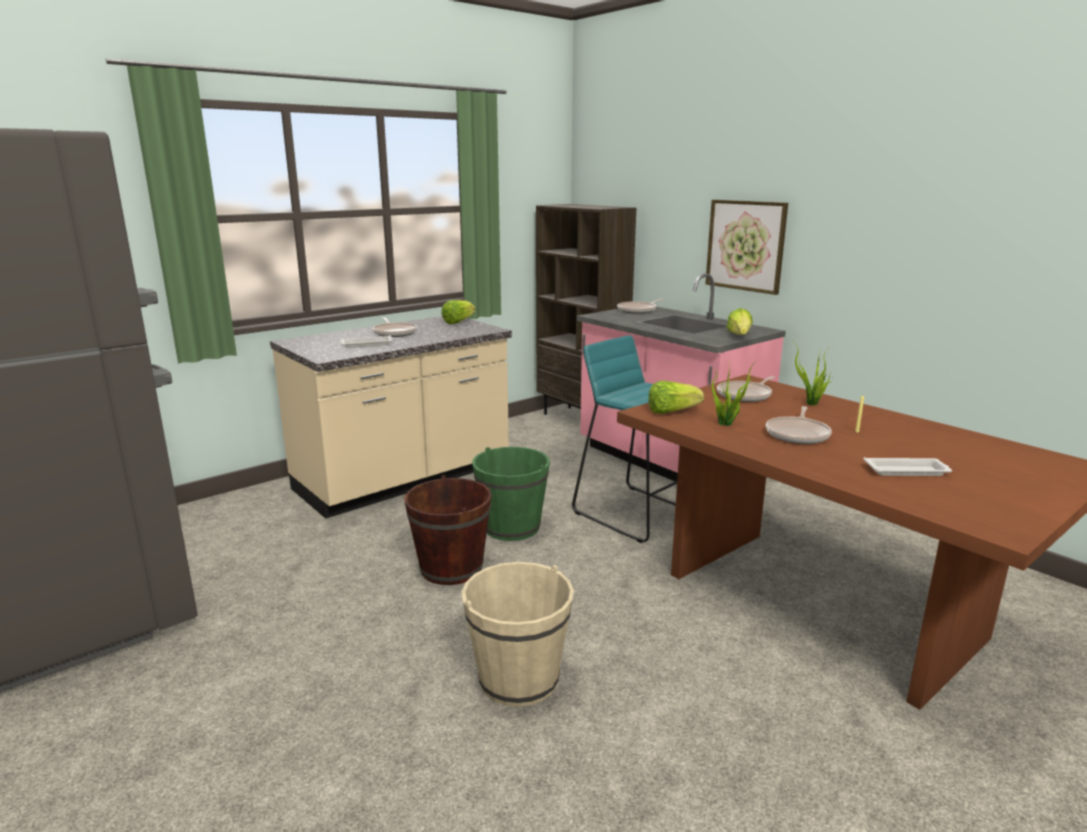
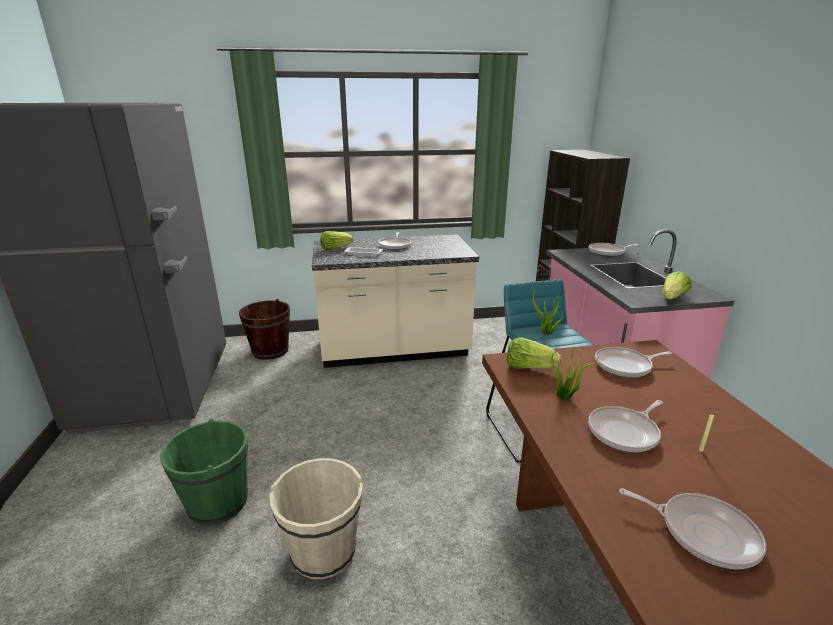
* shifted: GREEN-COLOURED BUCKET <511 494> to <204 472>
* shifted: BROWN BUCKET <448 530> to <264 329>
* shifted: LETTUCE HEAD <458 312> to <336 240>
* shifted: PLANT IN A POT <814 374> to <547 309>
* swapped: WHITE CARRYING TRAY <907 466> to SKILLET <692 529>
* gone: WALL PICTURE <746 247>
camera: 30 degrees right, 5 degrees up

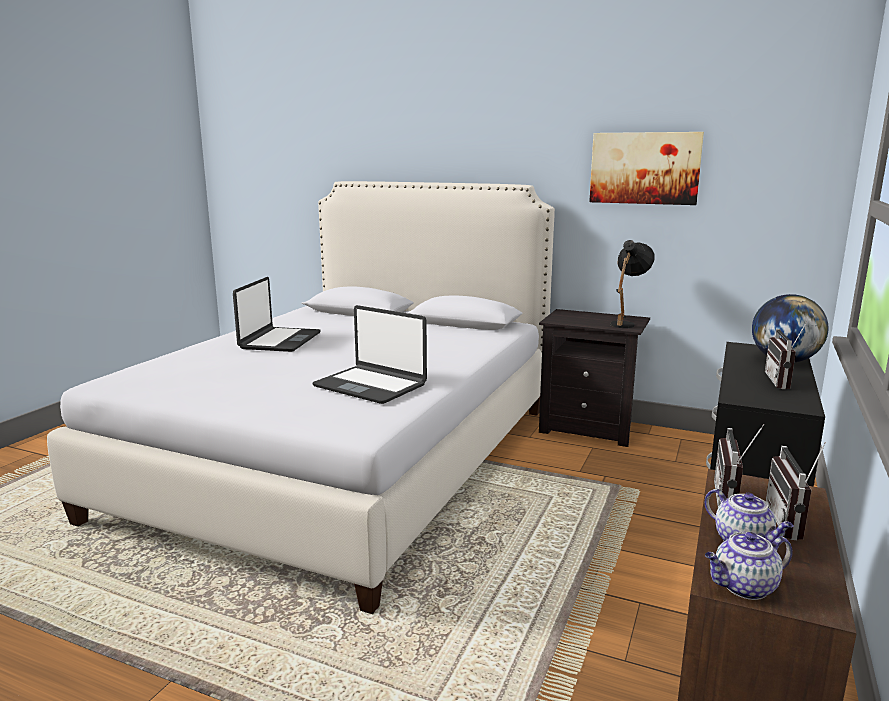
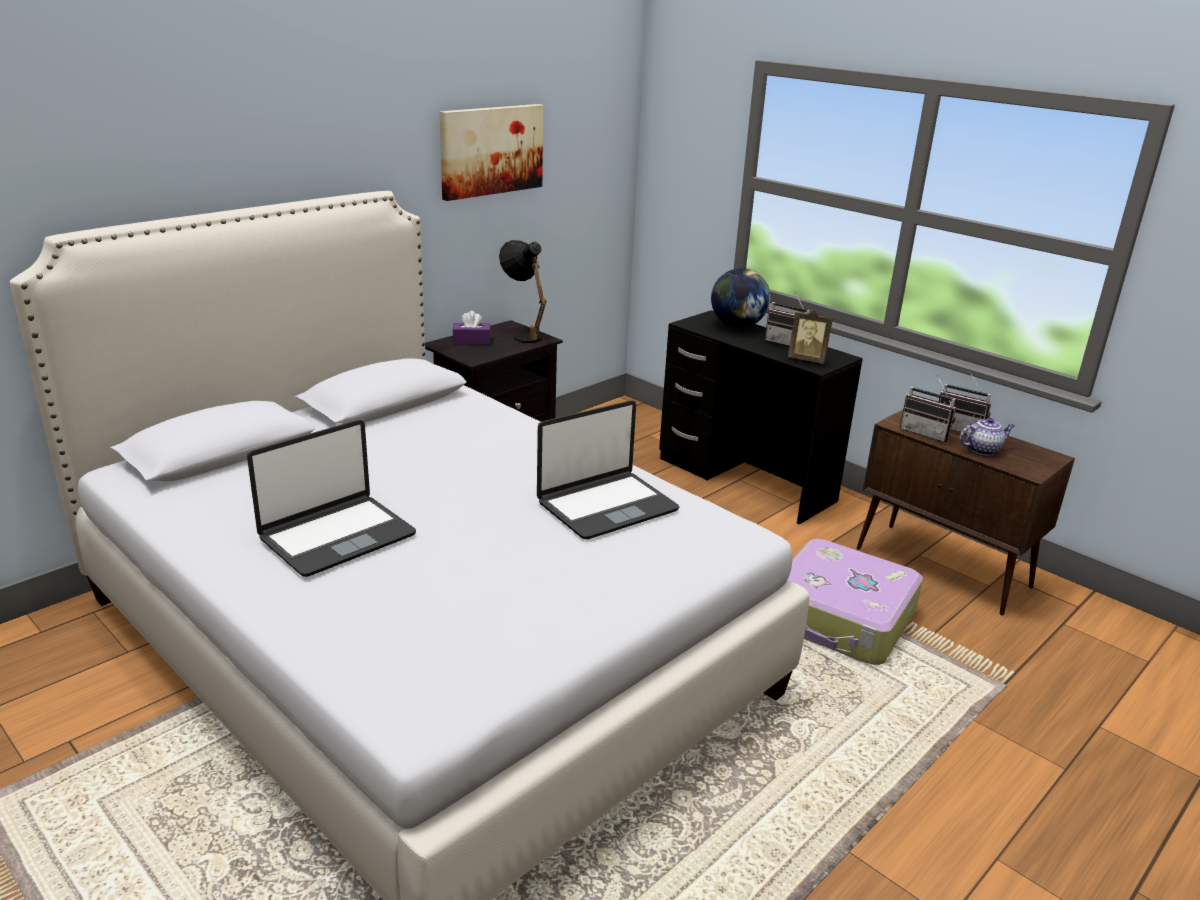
* rotated: NOTEBOOK COMPUTER <277 314> = <331 498> 105 degrees clockwise
* new: PURPLISH TISSUE BOX <472 328>
* new: PIECE OF LUGGAGE <855 602>
* new: PHOTO FRAME <810 337>
* gone: TEAPOT <748 566>
camera: 70 degrees left, 10 degrees up

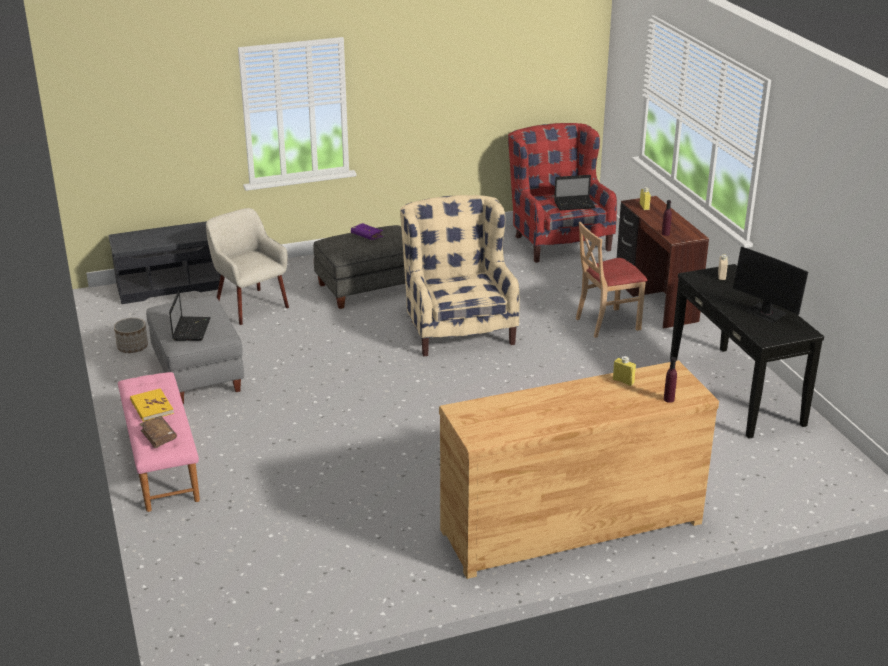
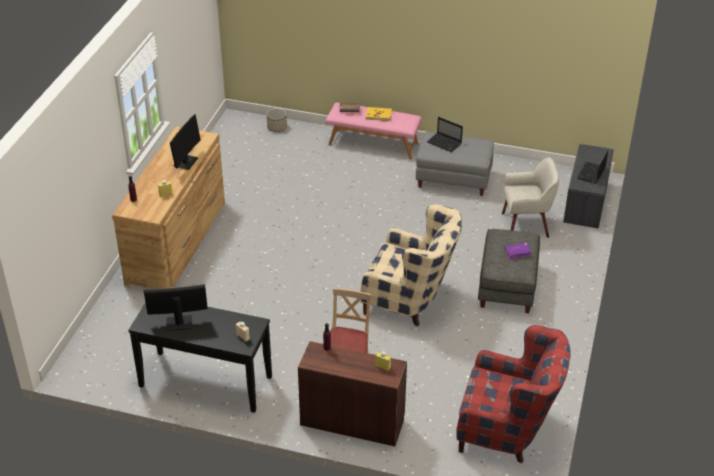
* new: MONITOR <185 142>
* shifted: PLANT POT <131 335> to <276 120>
* shifted: NOTEBOOK COMPUTER <575 193> to <592 167>
camera: 125 degrees right, 10 degrees up

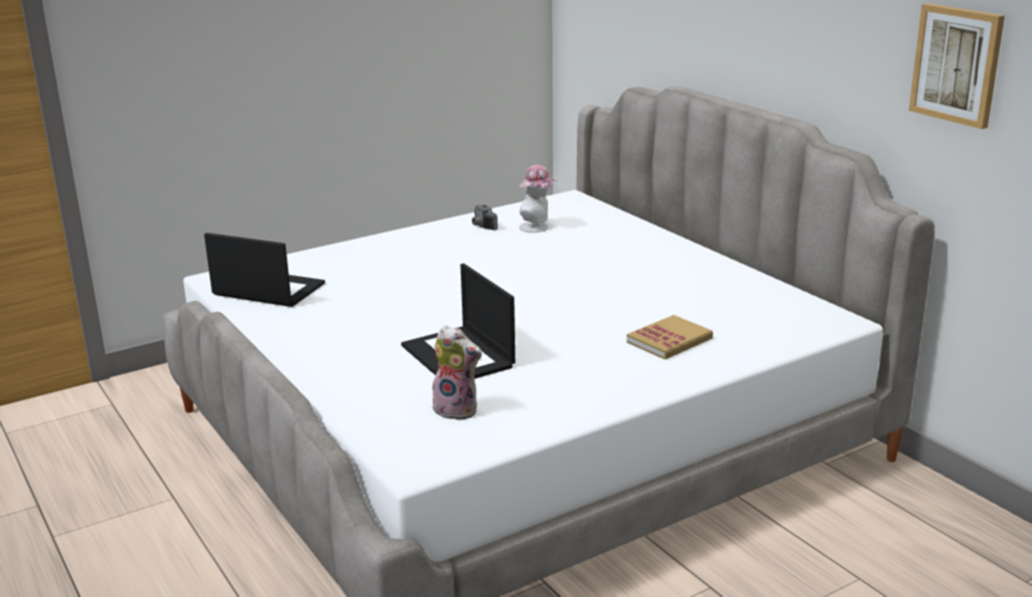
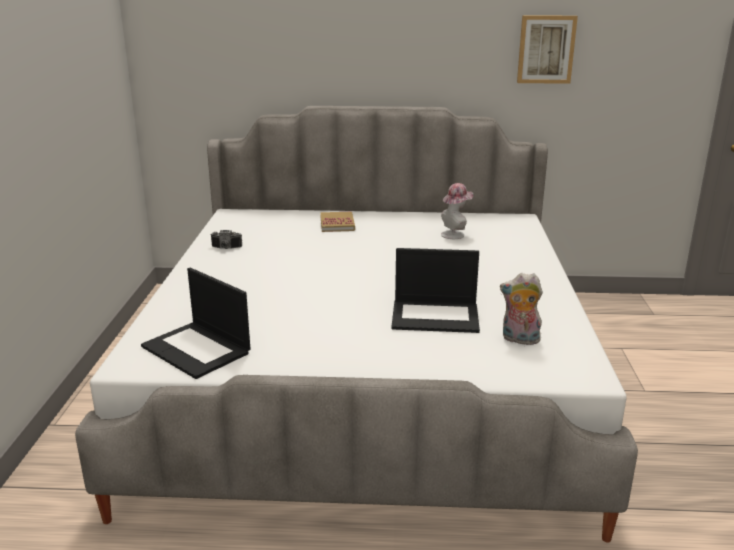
* rotated: NOTEBOOK COMPUTER <264 270> = <195 323> 105 degrees counterclockwise
* shifted: VOLUME <670 337> to <337 222>
* shifted: HAT <538 199> to <457 211>
* rotated: SOFT TOY <456 373> = <521 309> 135 degrees counterclockwise
camera: 55 degrees left, 0 degrees up

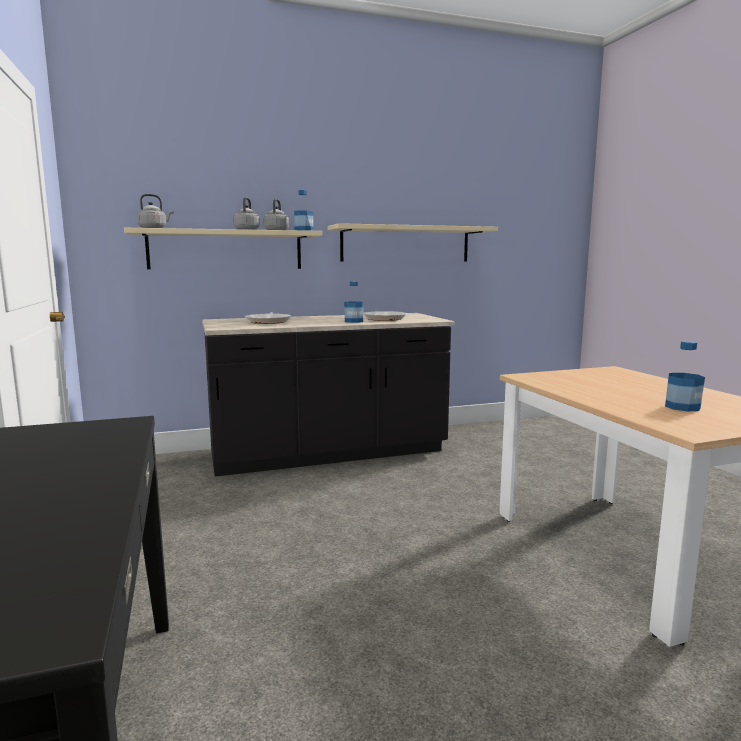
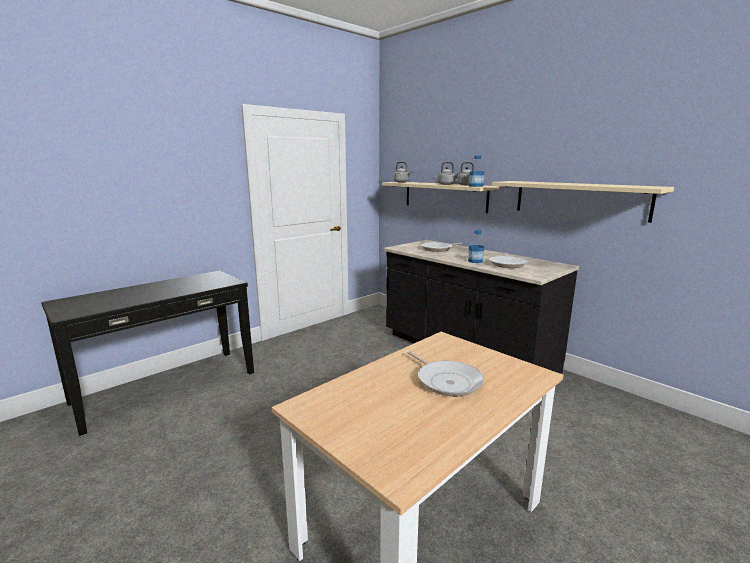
* new: SKILLET <445 374>
* gone: BOTTLE <685 376>
camera: 65 degrees right, 5 degrees up

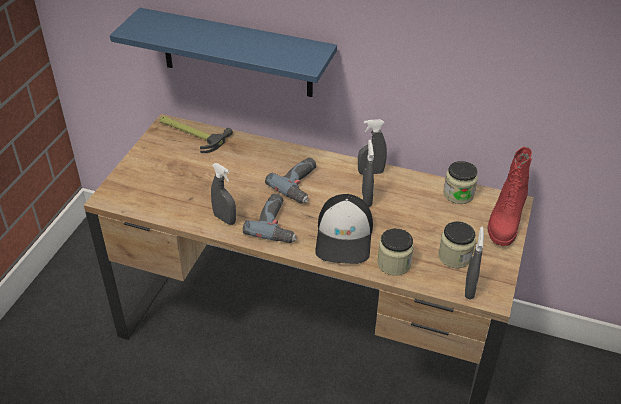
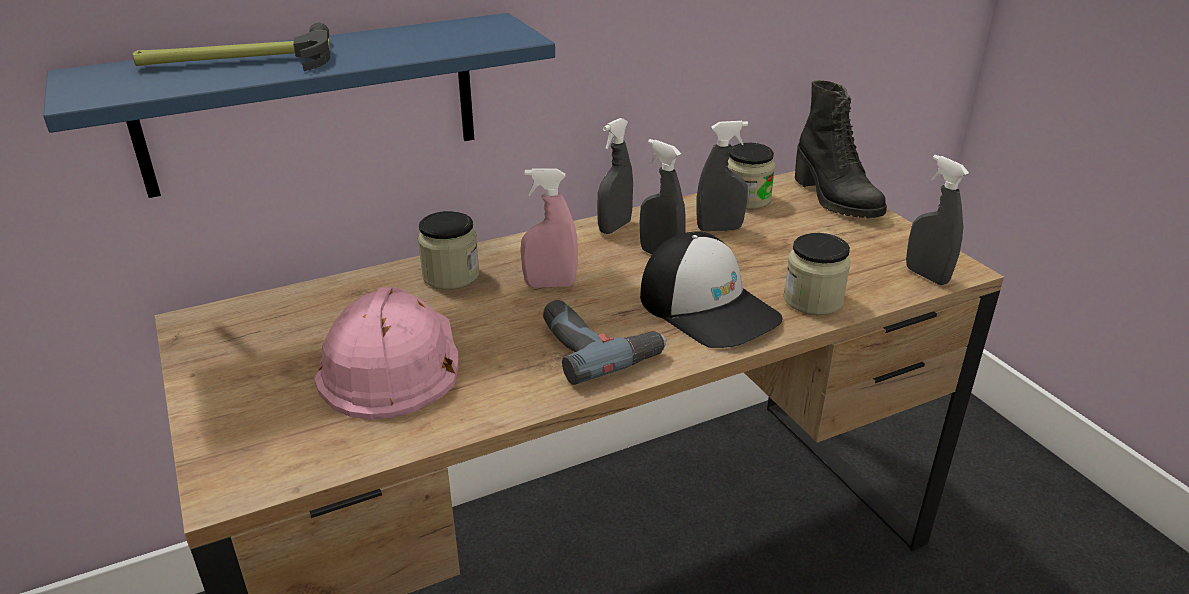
* shifted: HAND HAMMER <196 134> to <231 47>
* new: PINK-COLOURED WORK HELMET <386 353>
* shifted: PRESERVE JAR <457 244> to <448 250>
* swapped: ELECTRIC DRILL <290 180> to PINK-COLOURED SPRAYER <549 228>
* shifted: GREY SPRAYER <223 194> to <722 176>
* repainted: RED BOOT <509 196> to BLACK-COLOURED BOOT <841 149>
camera: 45 degrees left, 10 degrees down

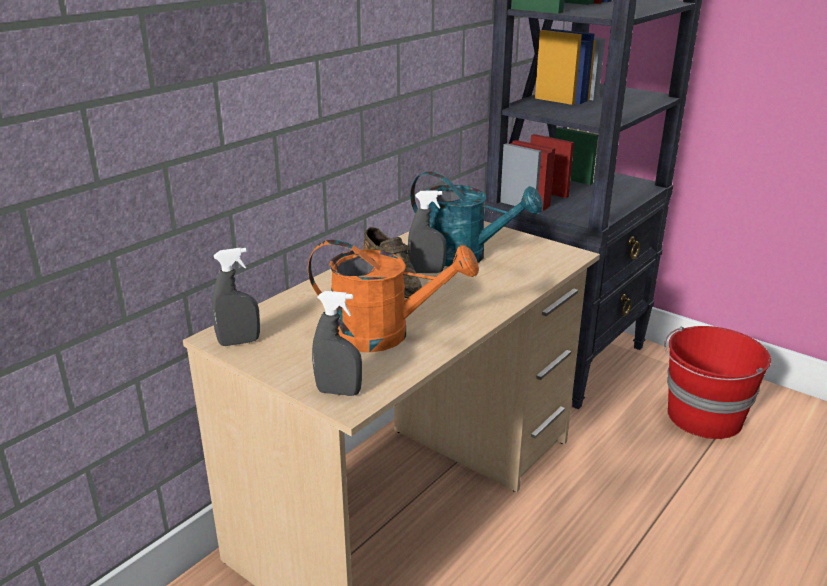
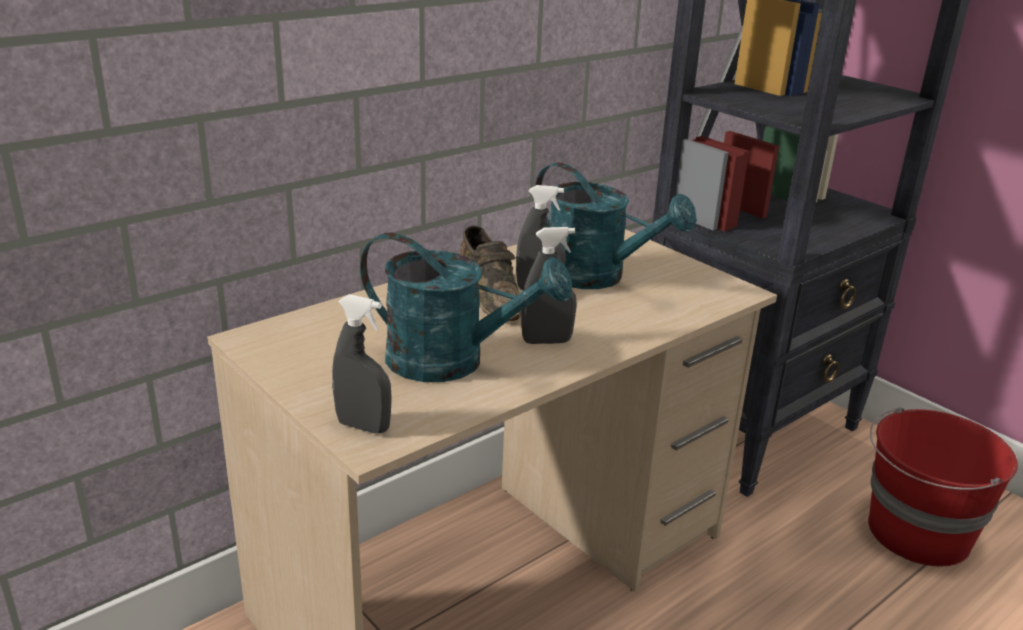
* repainted: ORANGE-COLOURED SPRINKLING CAN <393 296> to BLUE-GREEN SPRINKLING CAN <466 307>
* shifted: GREY SPRAYER <236 297> to <549 285>
camera: 10 degrees right, 0 degrees up

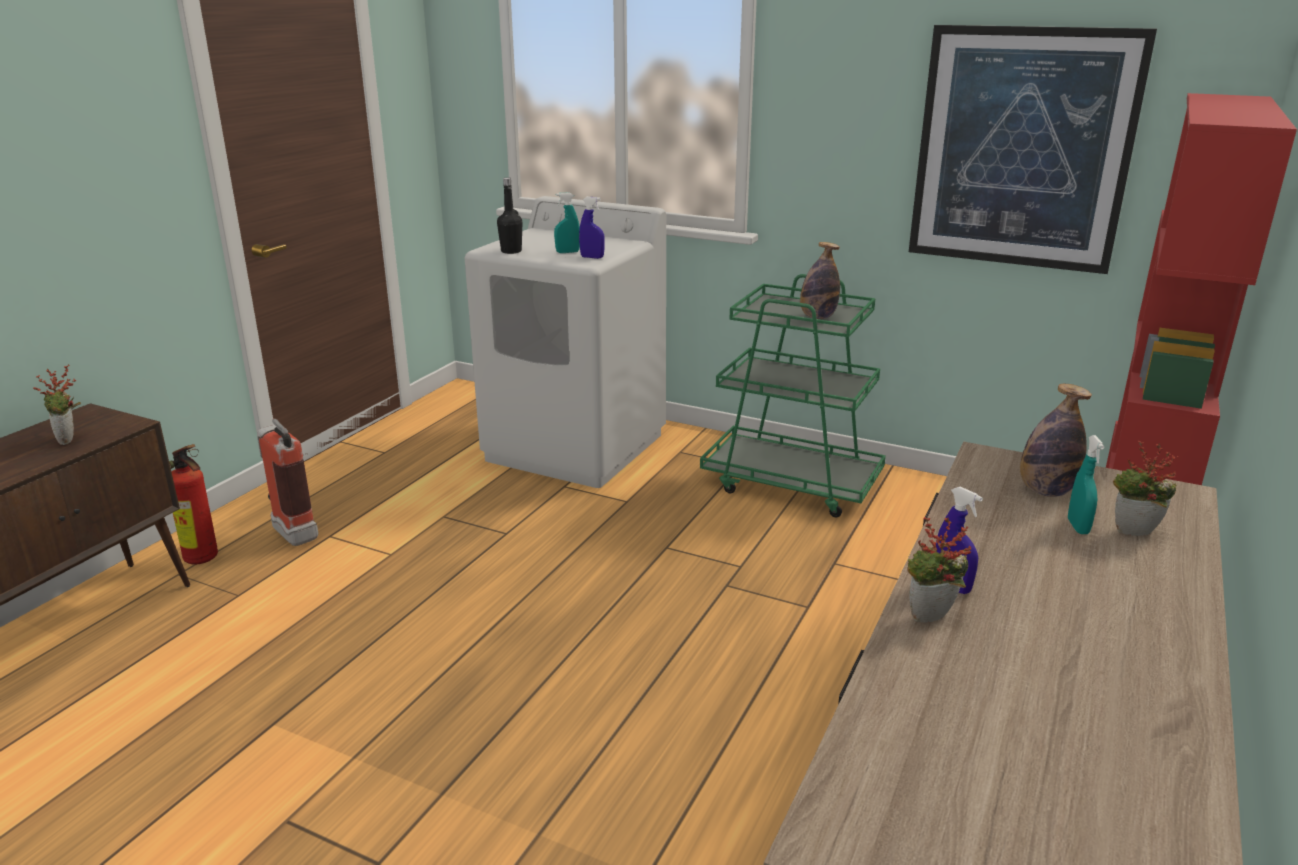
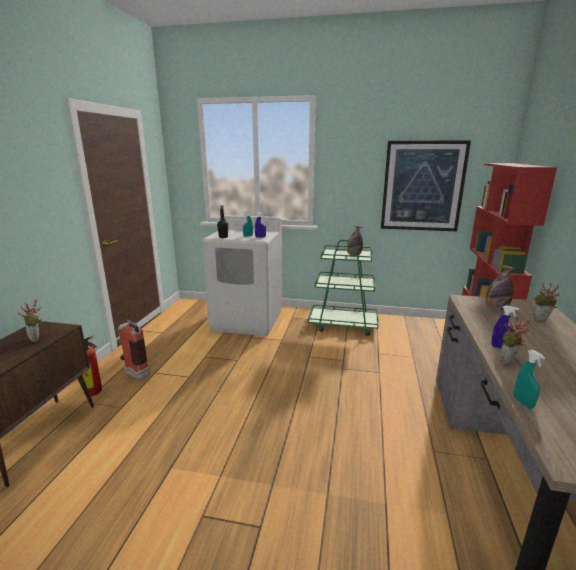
* shifted: BLUE-GREEN SPRAYER <1086 484> to <529 379>
camera: 15 degrees left, 5 degrees down

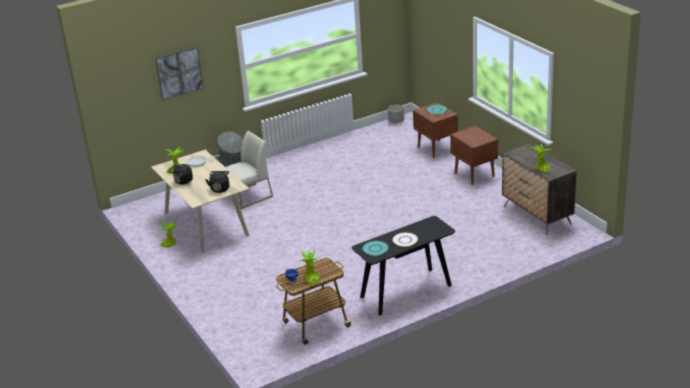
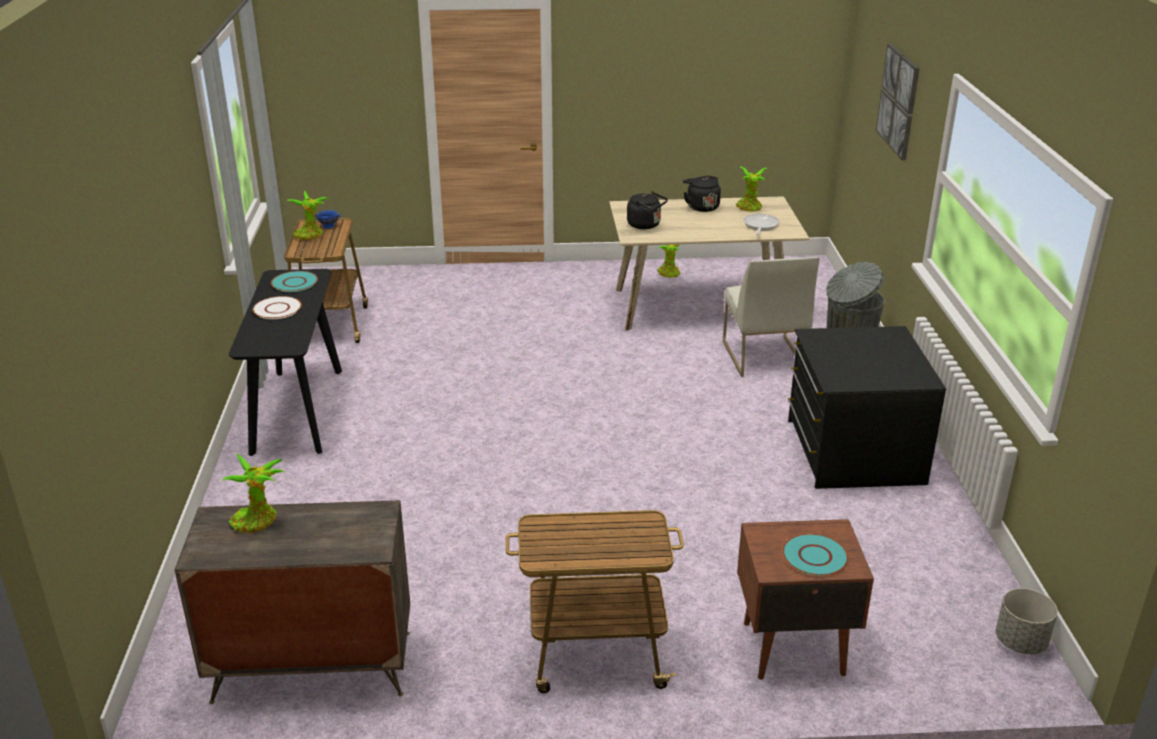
* swapped: BROWN NIGHTSTAND <474 155> to TROLLEY <595 601>
* new: BLACK-COLOURED CHEST OF DRAWERS <867 407>
camera: 115 degrees right, 0 degrees up

